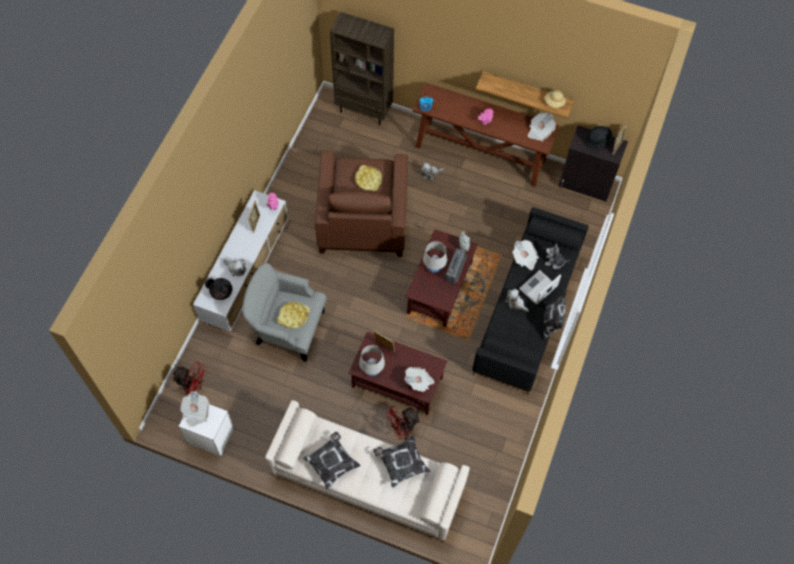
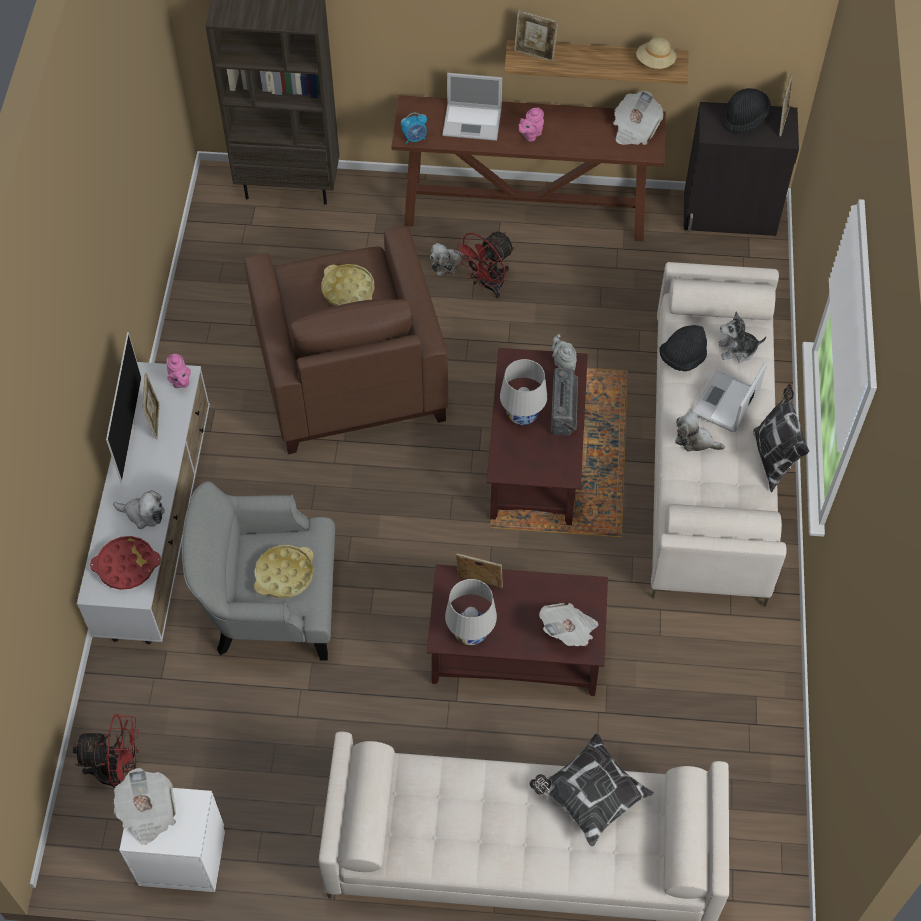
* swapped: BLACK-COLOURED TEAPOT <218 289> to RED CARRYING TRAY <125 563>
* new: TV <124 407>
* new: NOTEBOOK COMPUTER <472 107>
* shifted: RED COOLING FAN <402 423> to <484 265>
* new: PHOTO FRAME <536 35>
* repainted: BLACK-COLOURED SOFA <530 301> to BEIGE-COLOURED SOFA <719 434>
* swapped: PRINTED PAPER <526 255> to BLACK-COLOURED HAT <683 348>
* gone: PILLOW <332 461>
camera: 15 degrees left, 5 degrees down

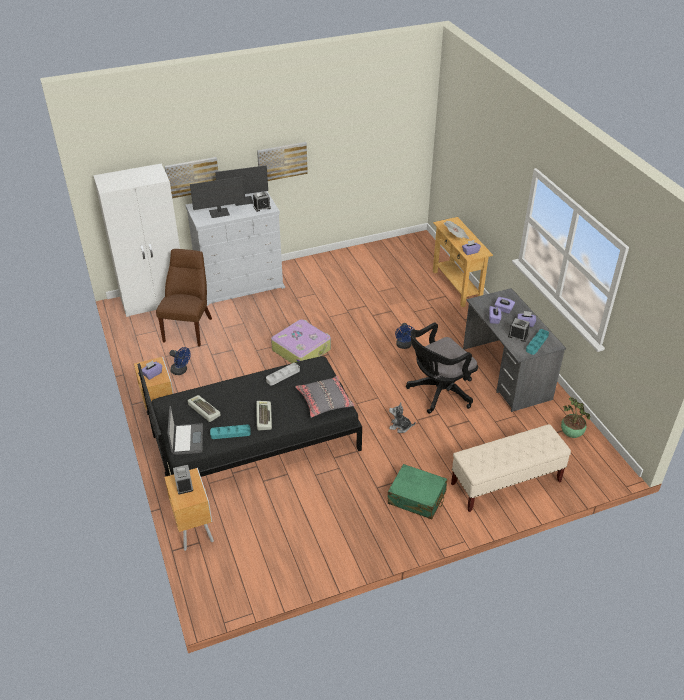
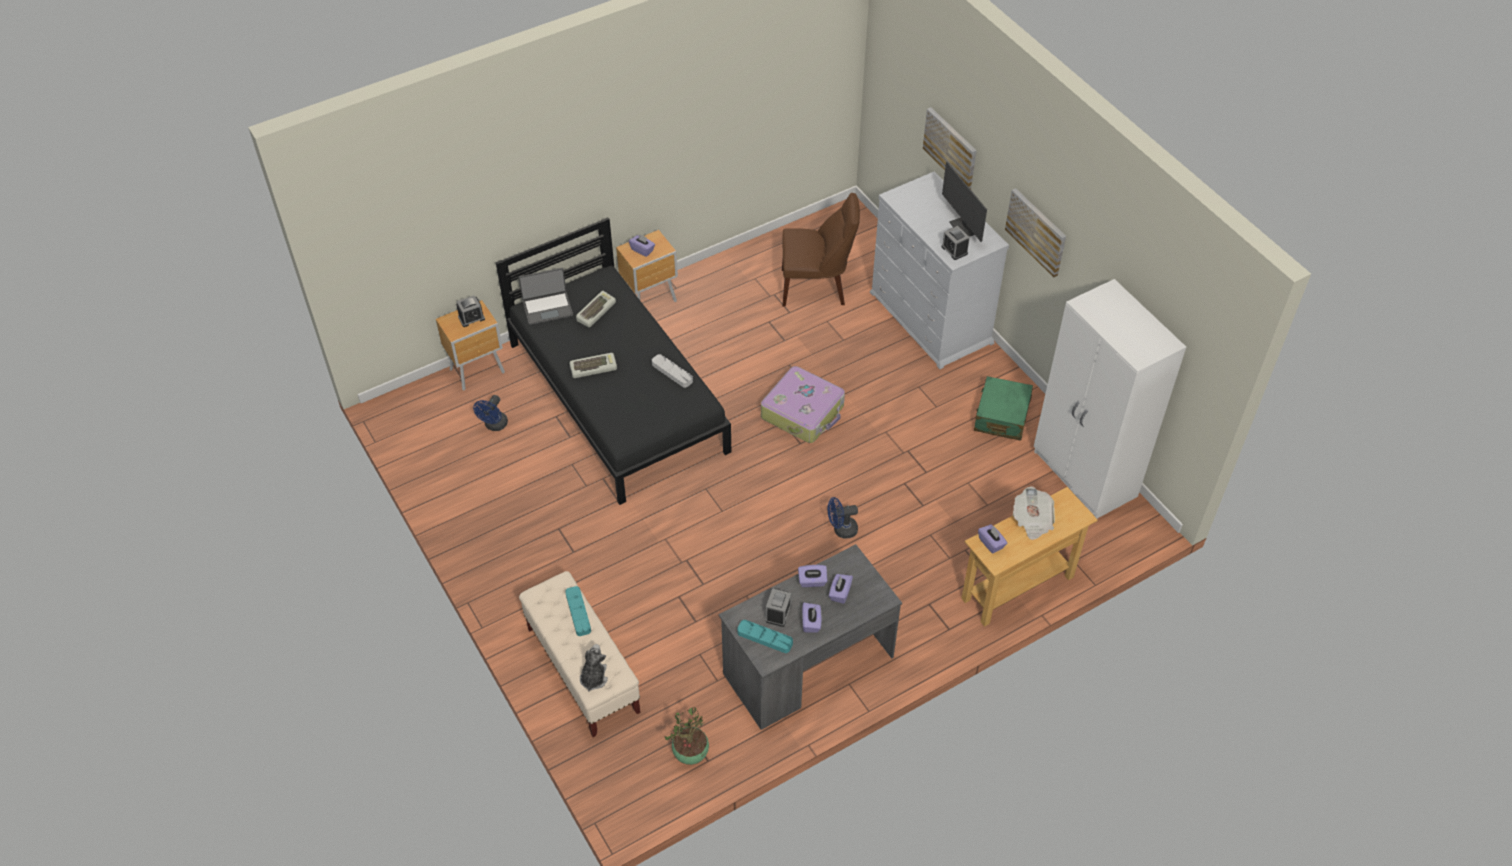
* shifted: BLUE-COLOURED COOLING FAN <180 361> to <490 413>
* shifted: BLUE-GREEN CARRYING TRAY <230 432> to <578 611>
* shifted: SOFT TOY <402 418> to <594 667>
* shifted: GREEN-COLOURED PIECE OF LUGGAGE <417 491> to <1003 408>
* shifted: WHITE WARDROBE <136 240> to <1110 398>
* gone: MONITOR <217 197>
* gone: GREY PILLOW <325 396>
* gone: BLACK-COLOURED OFFICE CHAIR <442 368>
camera: 80 degrees right, 10 degrees up

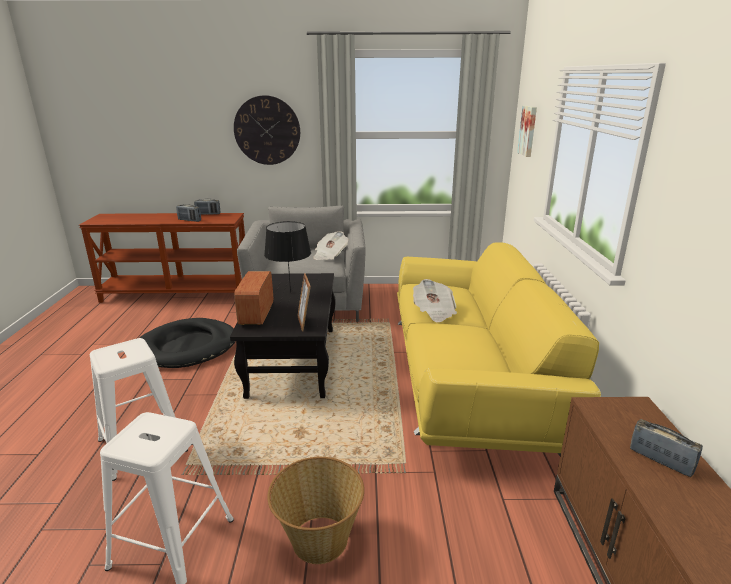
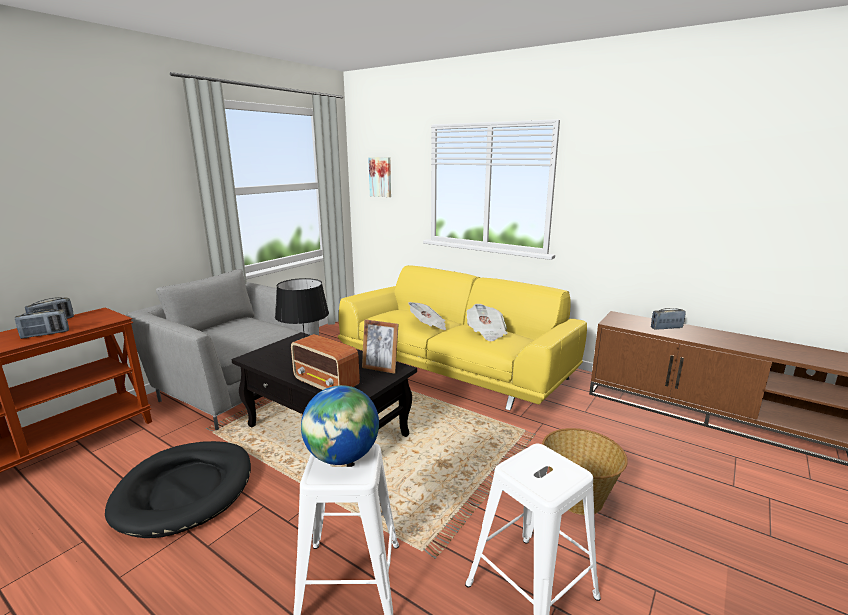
* new: DESK GLOBE <340 425>
* shifted: PRINTED PAPER <330 245> to <487 323>
* gone: WALL CLOCK <267 130>
camera: 55 degrees left, 5 degrees down

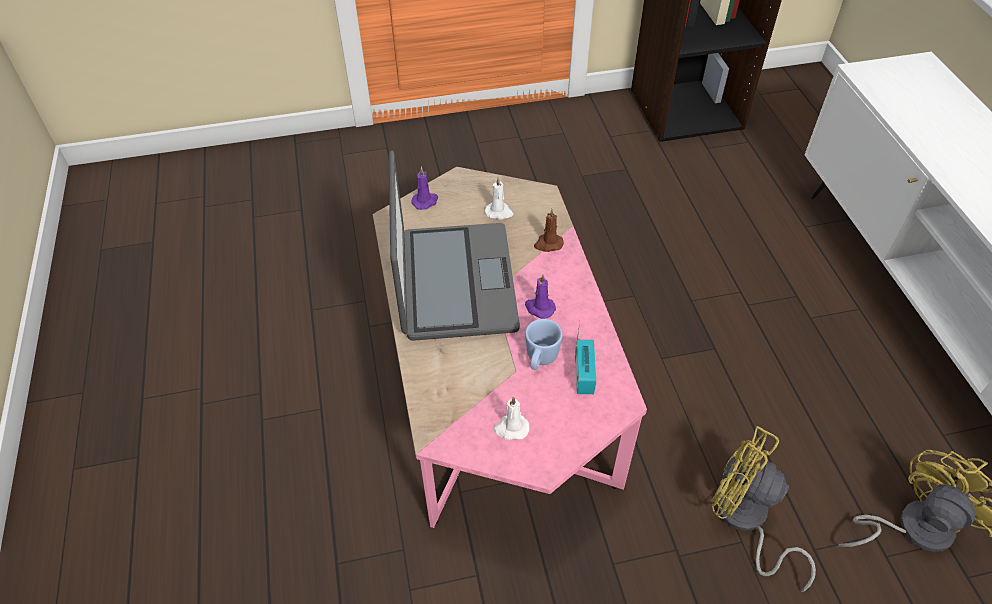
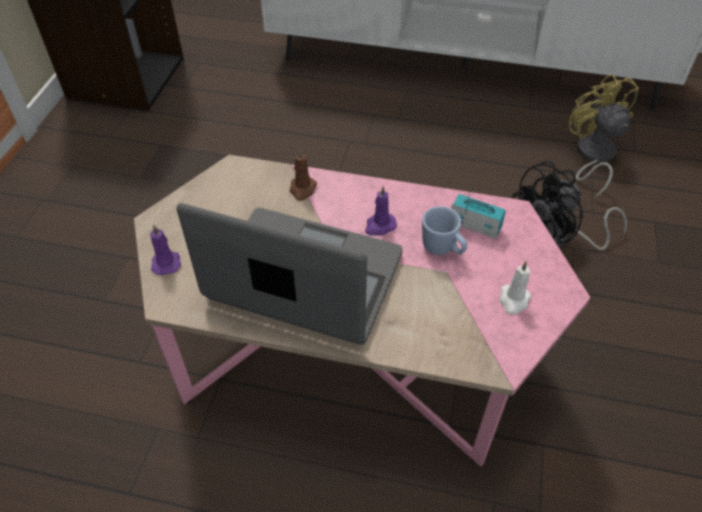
* repainted: YELLOWISH COOLING FAN <763 509> to BLACK-COLOURED COOLING FAN <569 205>
* gone: WHITE WAX CANDLE <499 198>
camera: 65 degrees left, 0 degrees up

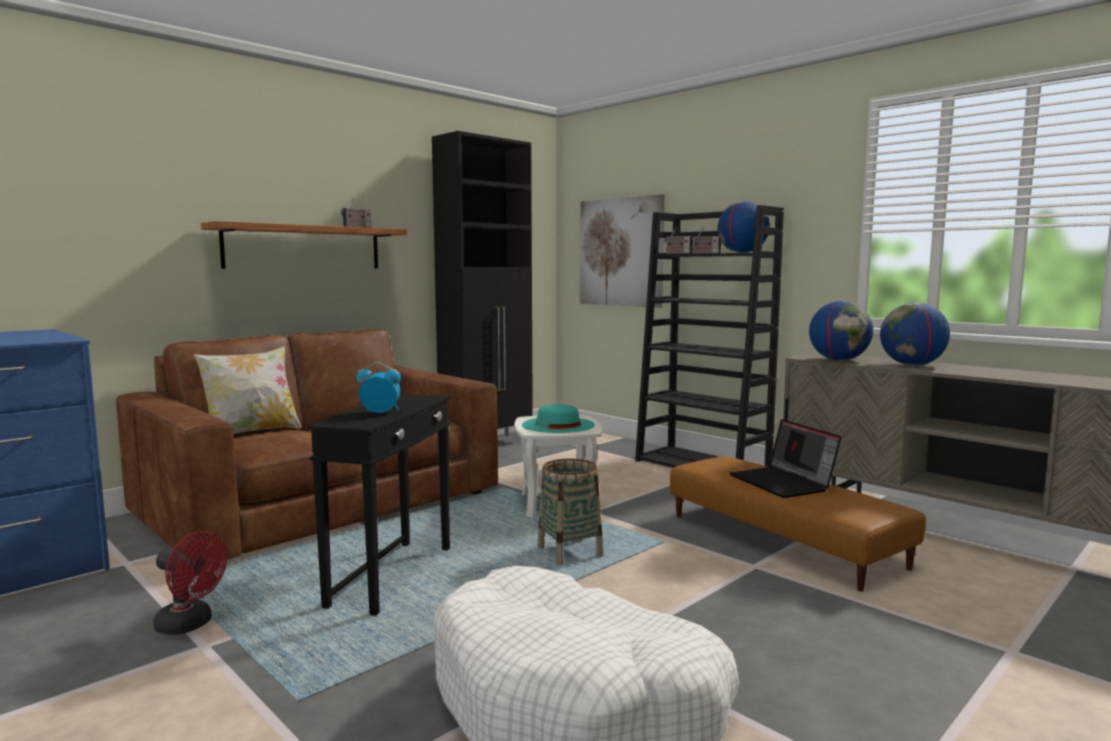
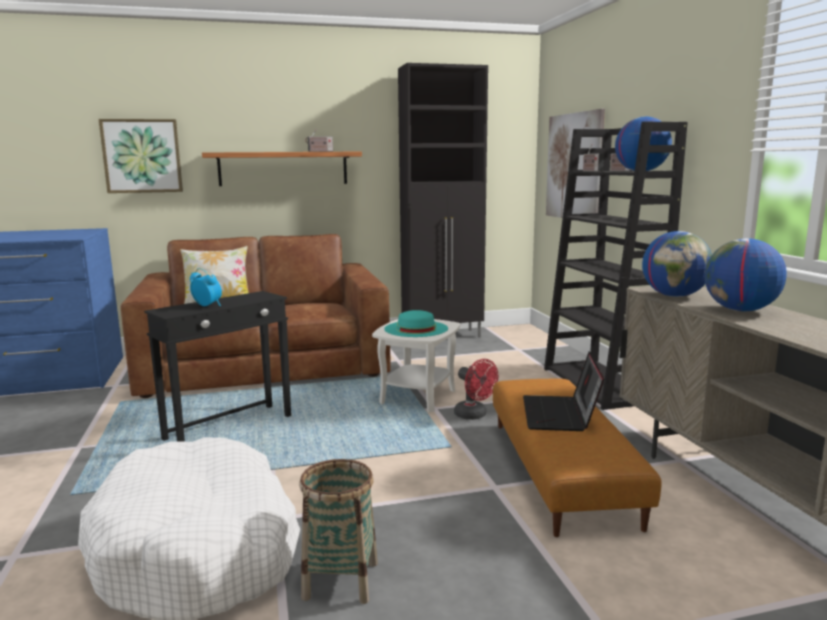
* new: WALL PICTURE <140 156>
* shifted: BASKET <570 512> to <338 531>
* shifted: RED COOLING FAN <190 583> to <476 389>
camera: 30 degrees right, 5 degrees up

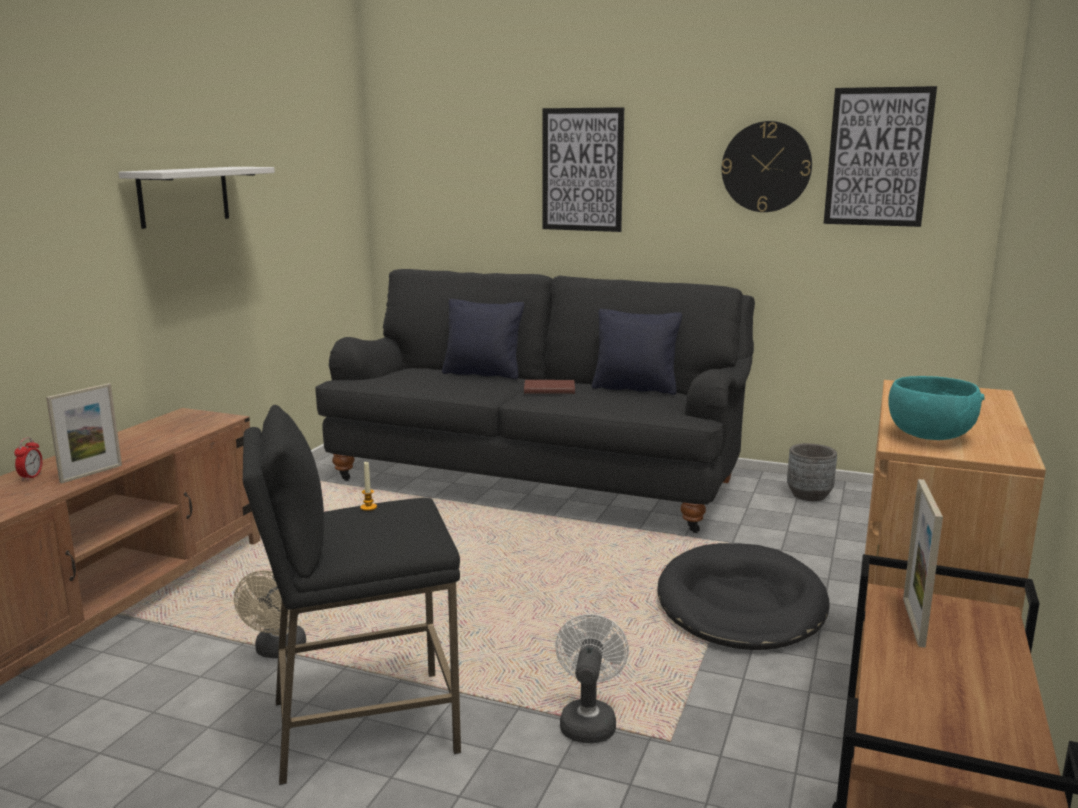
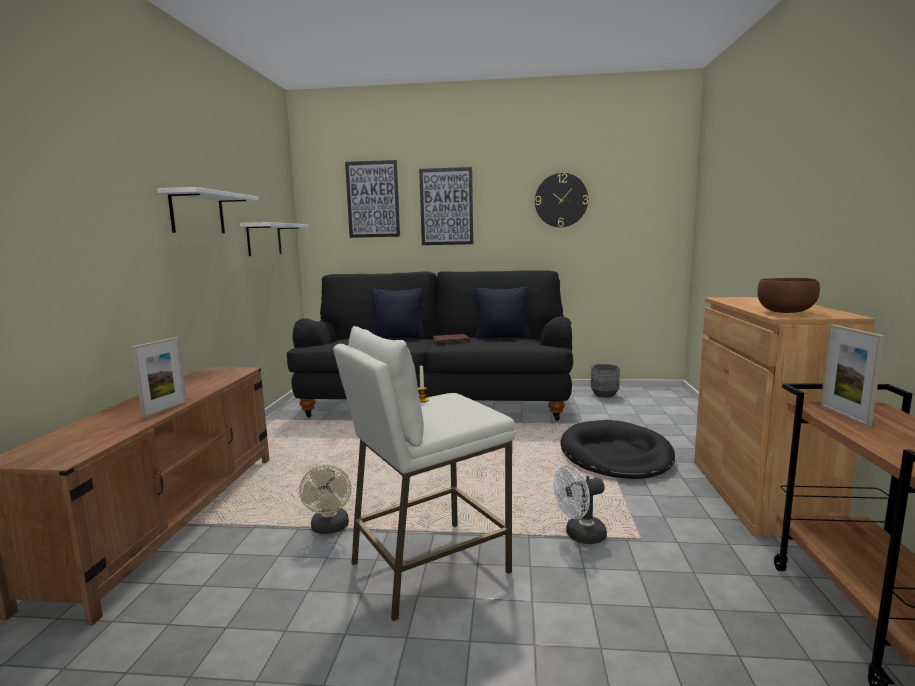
* new: WHITE BRACKET SHELF <274 239>
* repainted: BLACK-COLOURED SITTING STOOL <352 595> to WHITE SITTING STOOL <424 473>
* shifted: WALL PICTURE <880 156> to <372 199>
* rotated: WHITE COOLING FAN <592 678> = <580 504> 105 degrees counterclockwise
* repainted: BLUE-GREEN DEEP DISH <936 408> to BROWN DEEP DISH <788 295>
* gone: TABLE CLOCK <28 459>
camera: 15 degrees left, 5 degrees down

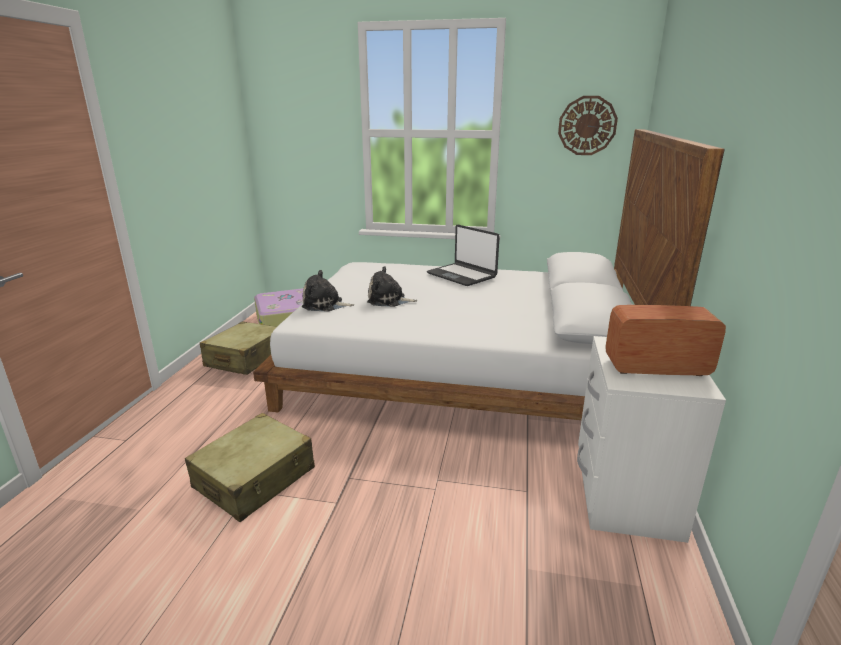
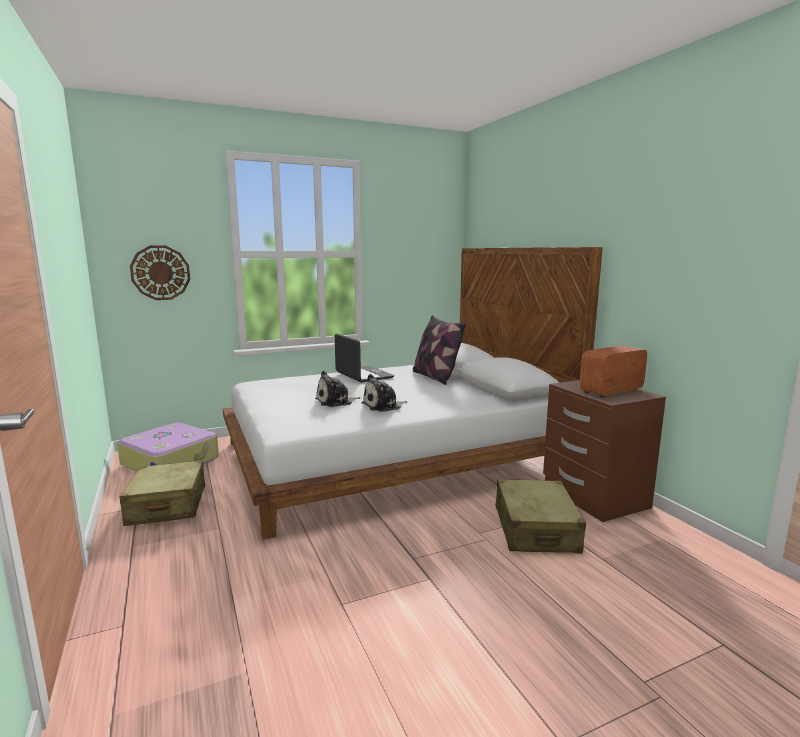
* shifted: WALL CLOCK <588 125> to <160 272>
* rotated: NOTEBOOK COMPUTER <463 255> = <364 358> 135 degrees counterclockwise
* shifted: SOFT TOY <328 290> to <384 393>
* new: PILLOW <439 350>
* shifted: BEIGE-COLOURED PIECE OF LUGGAGE <250 467> to <541 516>
* repainted: WHITE NIGHTSTAND <651 439> to BROWN NIGHTSTAND <604 451>
camera: 35 degrees left, 10 degrees down

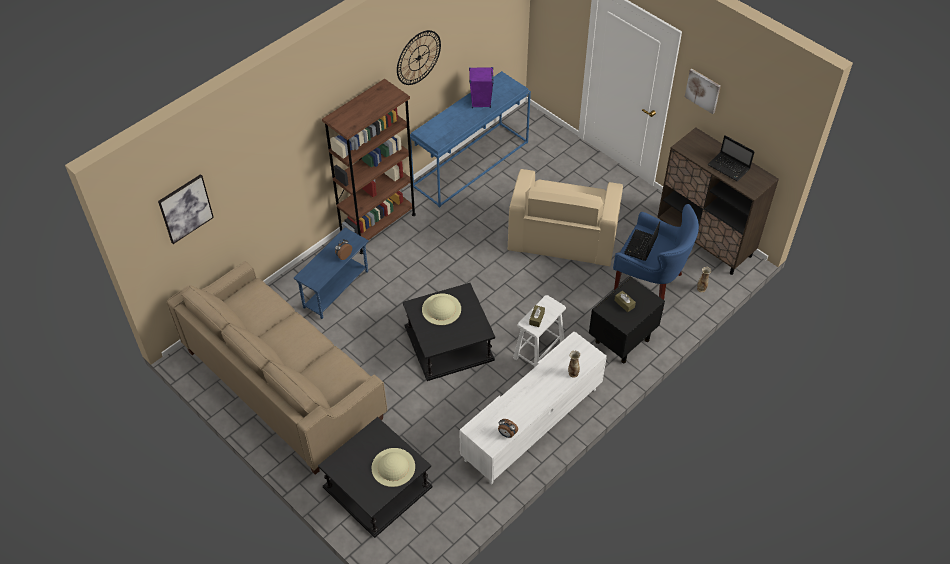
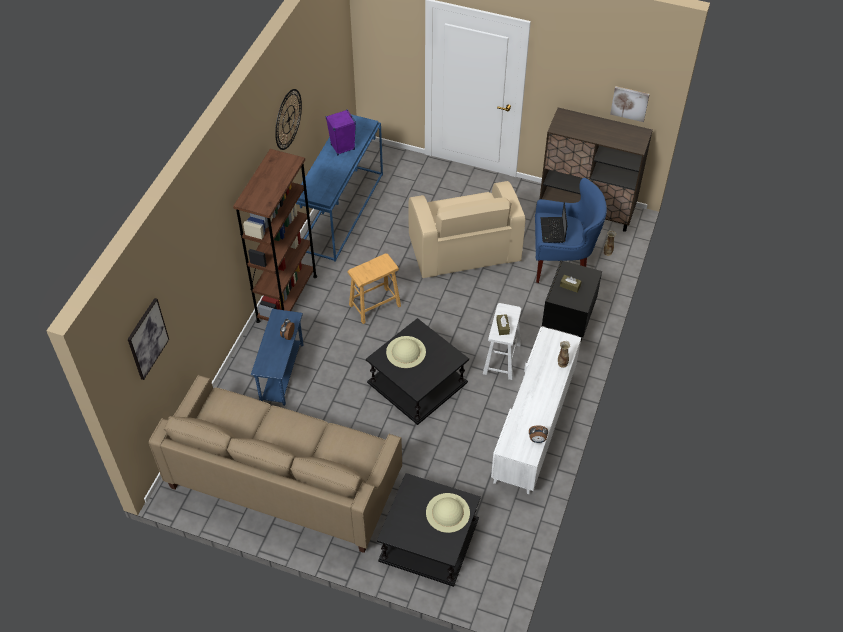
* new: BROWN SITTING STOOL <374 289>
* shifted: WALL PICTURE <703 91> to <630 104>
* gone: NOTEBOOK COMPUTER <731 158>
camera: 25 degrees left, 0 degrees up

